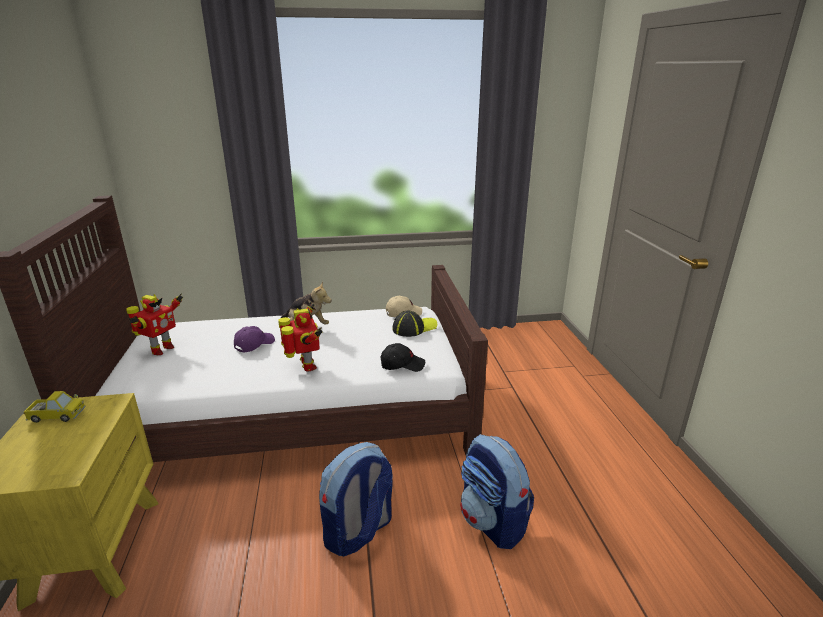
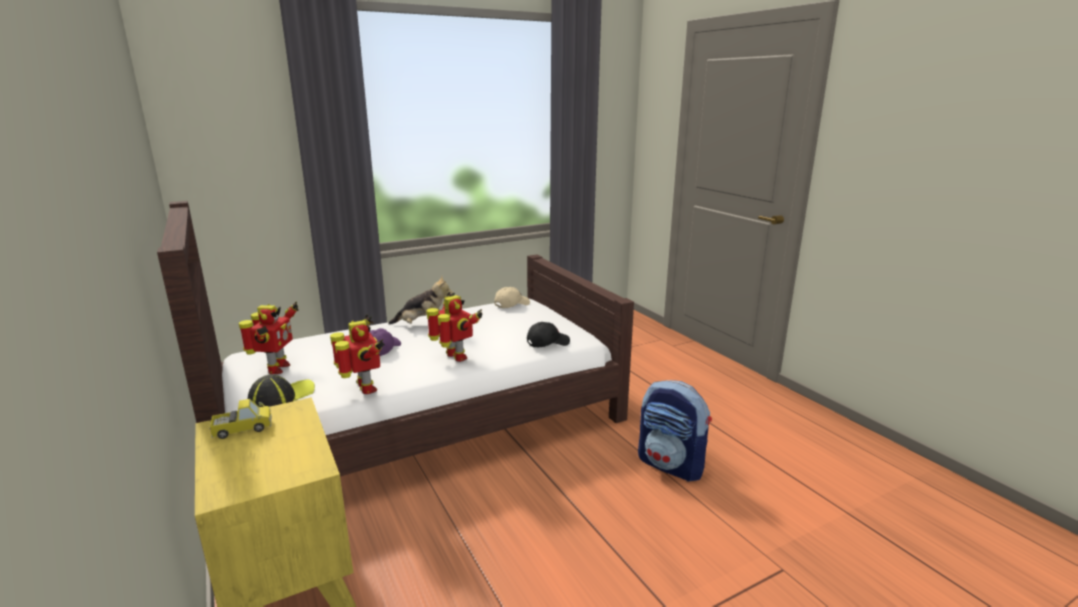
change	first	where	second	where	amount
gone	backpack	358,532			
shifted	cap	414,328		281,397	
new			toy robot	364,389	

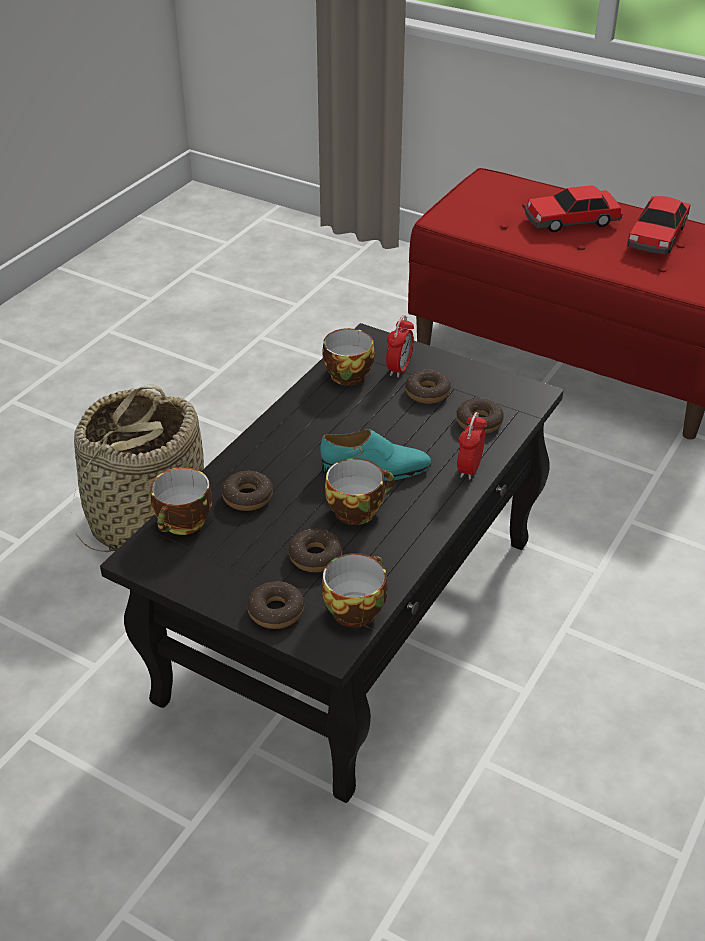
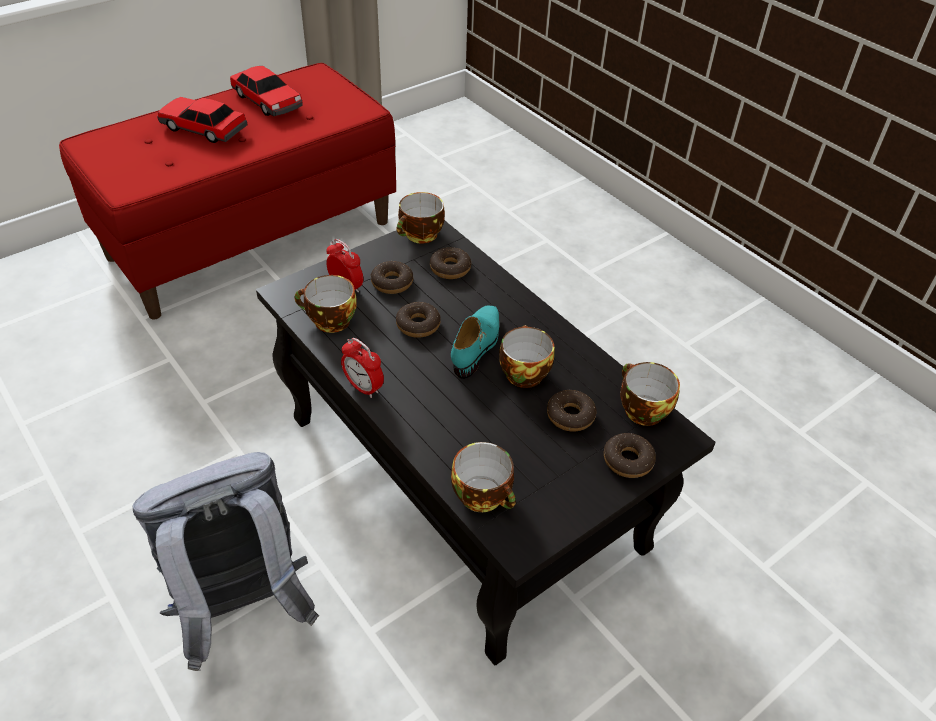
change	first	where	second	where	amount
swapped	basket	146,521	grey backpack	242,608	
shifted	donut	247,497		418,325	
shifted	alarm clock	469,469		363,387	
rotated	toy car	570,220		203,128	105 degrees clockwise
new			cup	420,236	

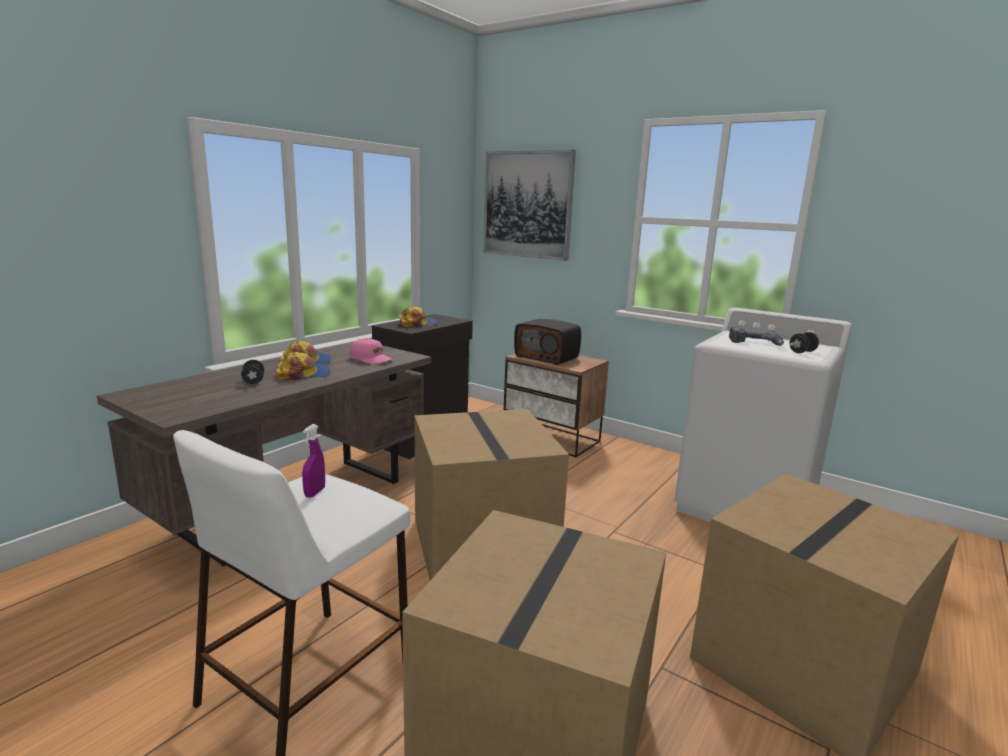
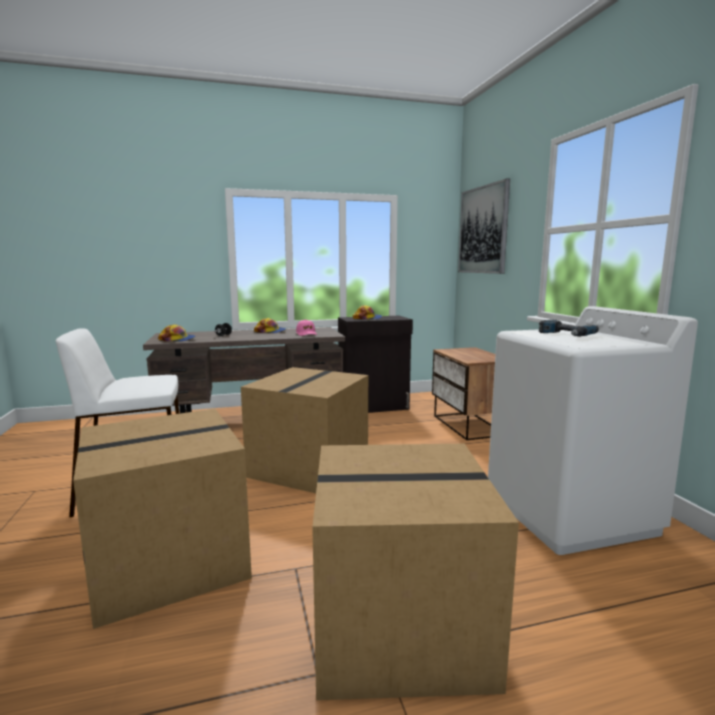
change	first	where	second	where	amount
shifted	cap	304,374		178,339	
gone	purple spray bottle	315,492			
gone	radio	547,357			
gone	black dumbbell	802,352			

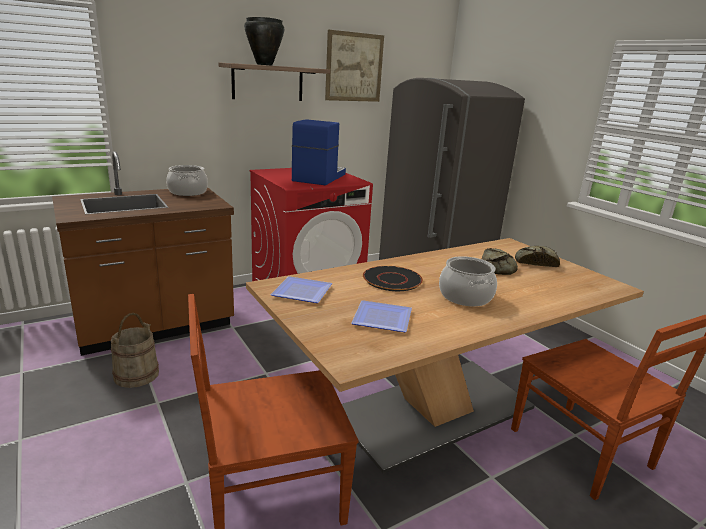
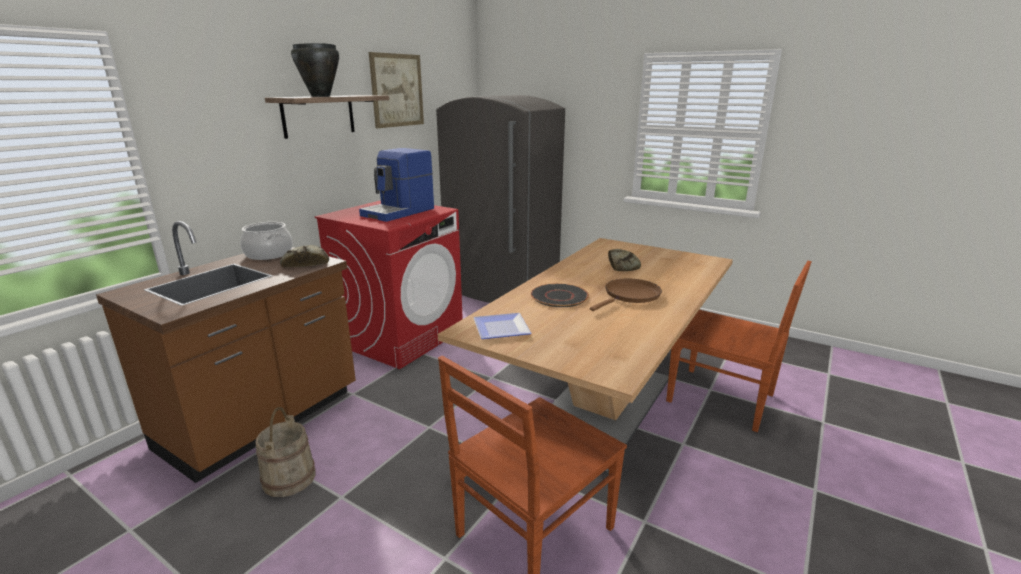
change	first	where	second	where	amount
rotated	coffee machine	318,177		399,212	135 degrees counterclockwise
gone	plate	384,318			
swapped	cooking pot	466,296	brown frying pan	630,295	
shifted	bread	535,262		305,263	

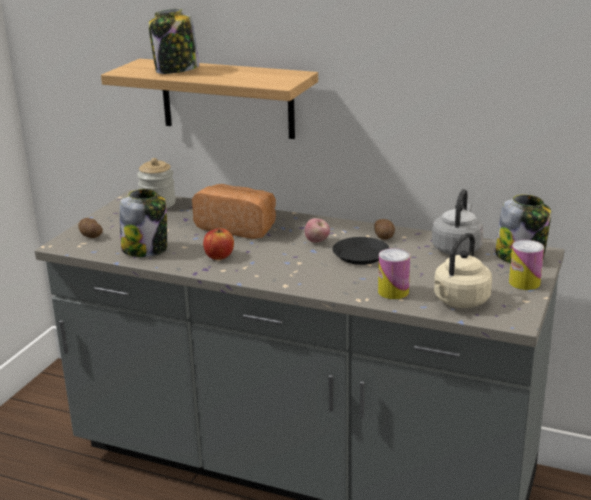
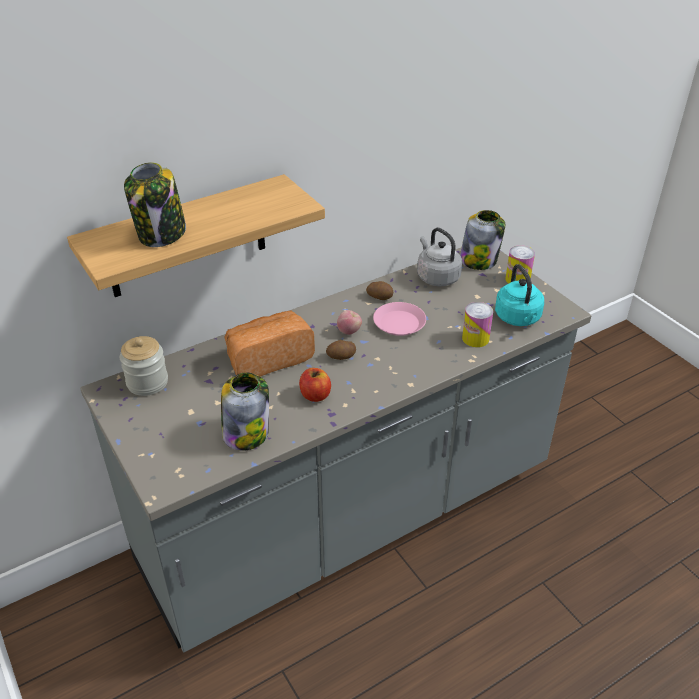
change	first	where	second	where	amount
shifted	potato	90,236		341,357	
repainted	black plate	361,255	pink plate	399,323	
repainted	beige kettle	459,301	turquoise kettle	518,318	

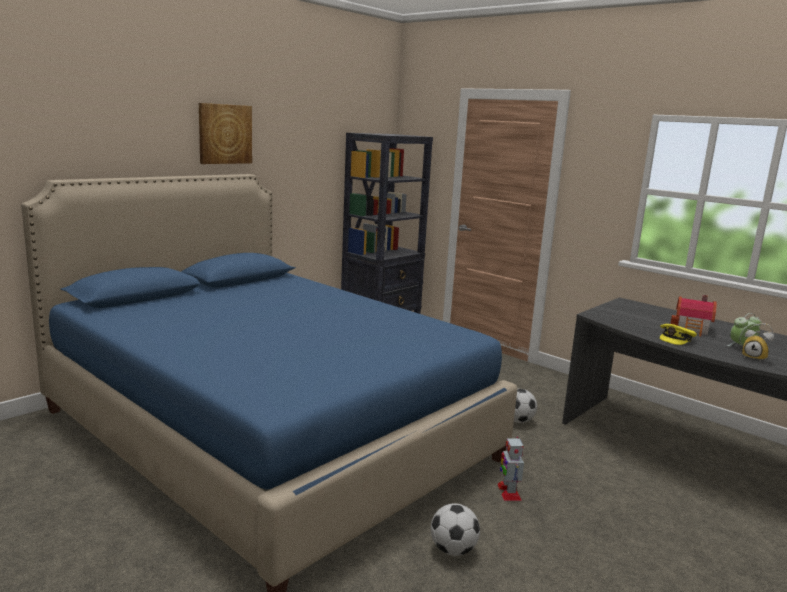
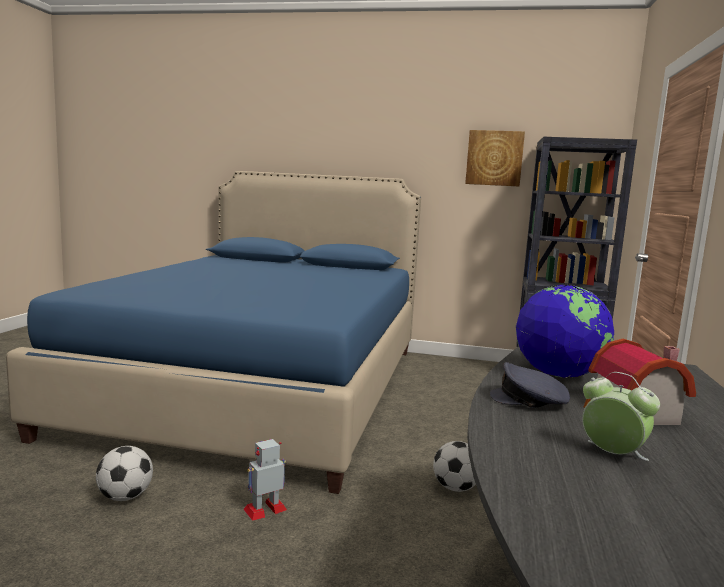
change	first	where	second	where	amount
shifted	picture	224,134		494,158	
repainted	yellow cap	676,339	grey cap	530,401	
gone	alarm clock	755,358			
new			globe	558,375	

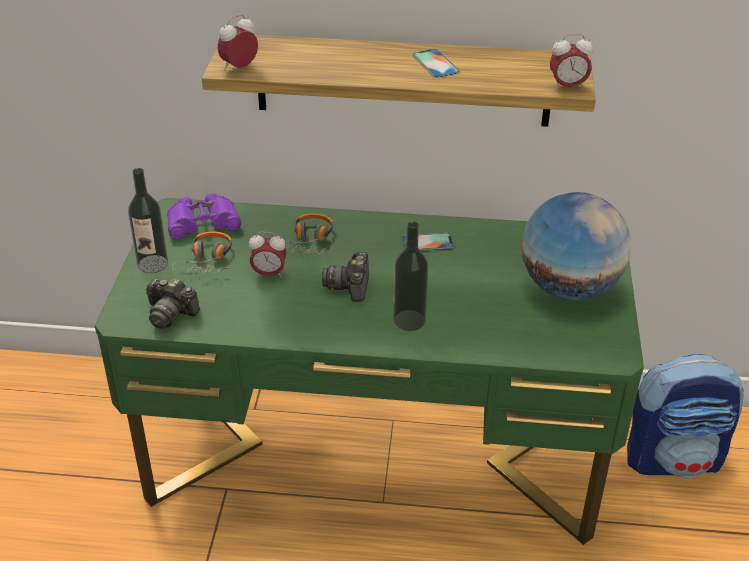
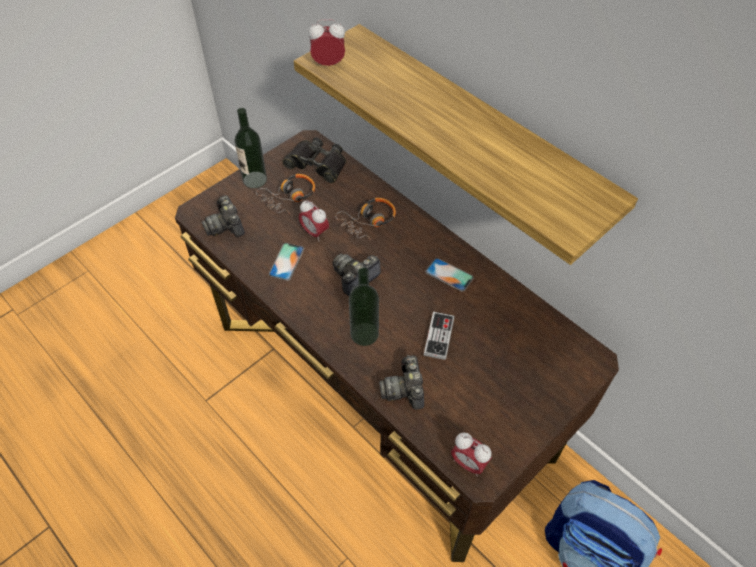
change	first	where	second	where	amount
repainted	green desk	373,454	brown desk	379,388	
repainted	purple binoculars	203,222	black binoculars	317,164	
shifted	phone	435,63		286,261	
gone	globe	568,287			
shifted	alarm clock	567,87		468,463	
new			photo camera	404,389	
new			game controller	439,336	

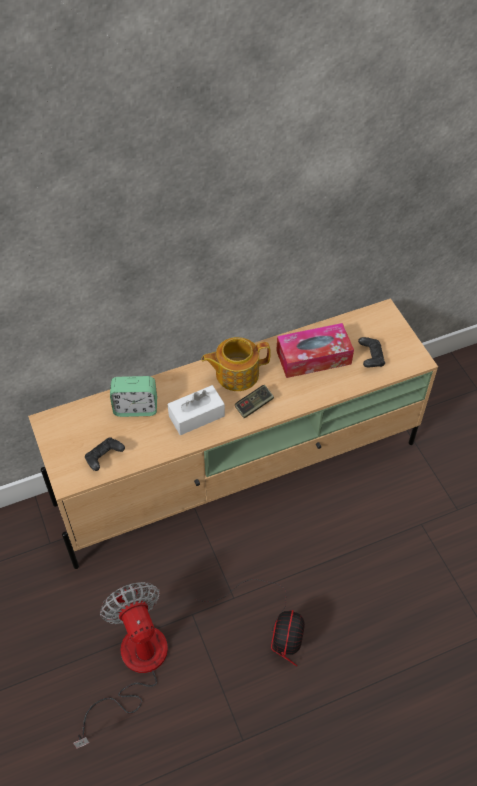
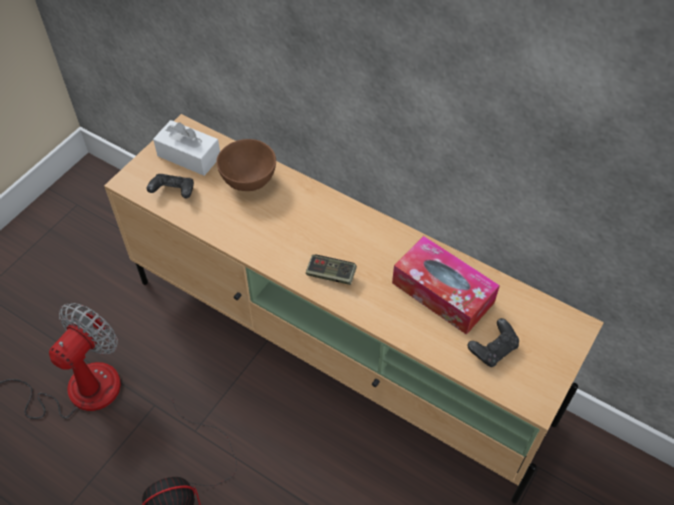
change	first	where	second	where	amount
swapped	alarm clock	135,408	brown bowl	249,182	
shifted	white tissue box	196,416		189,156	
gone	teapot	236,373			

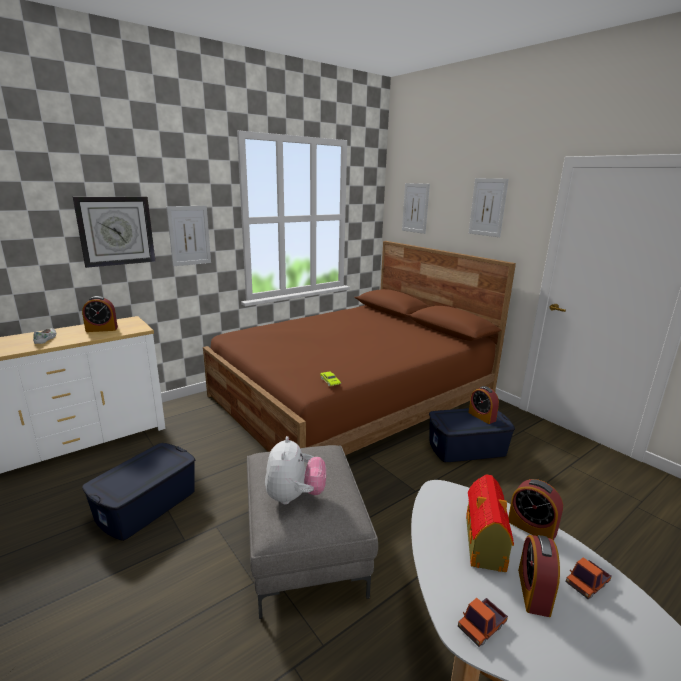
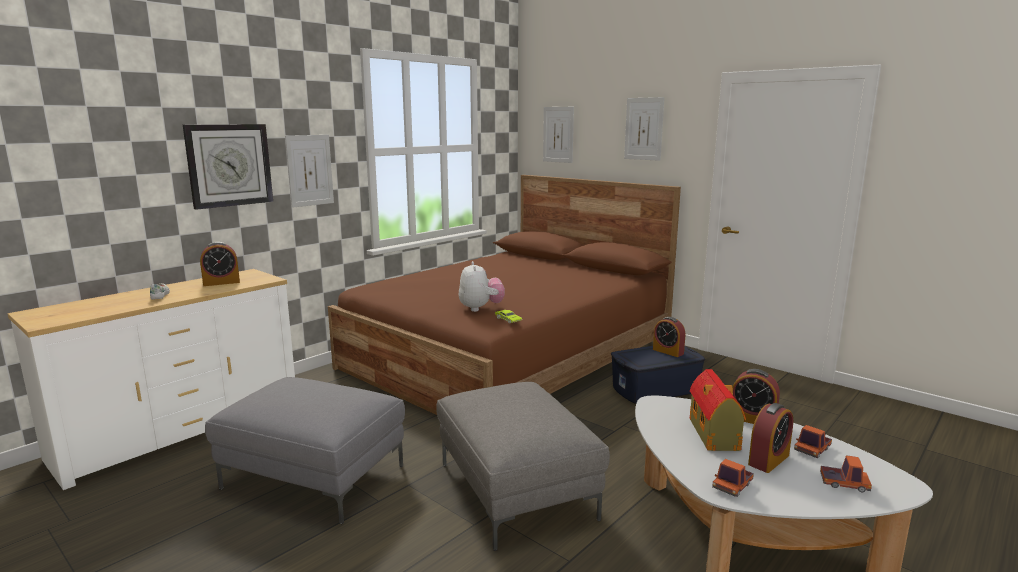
change	first	where	second	where	amount
swapped	blue storage box	147,505	grey ottoman	316,476	
shifted	plush toy	295,496		480,308	
rotated	alarm clock	533,591		768,460	135 degrees counterclockwise
new			toy truck	844,484	

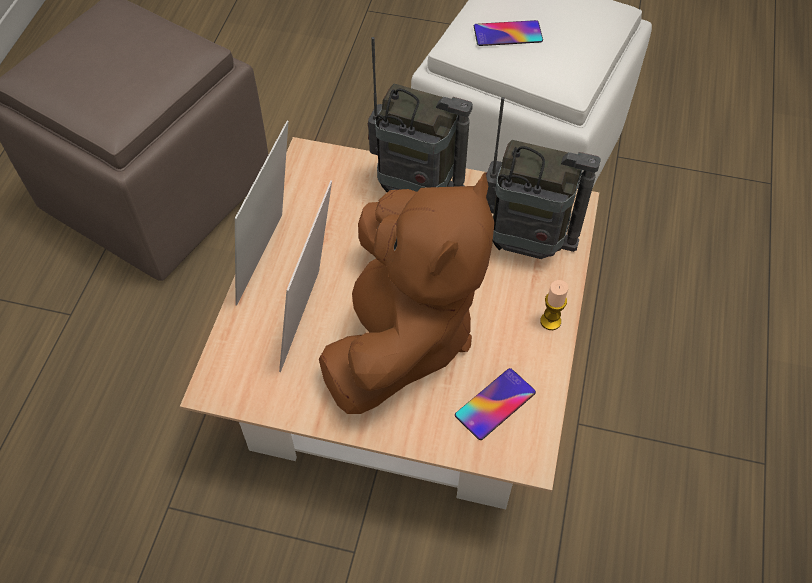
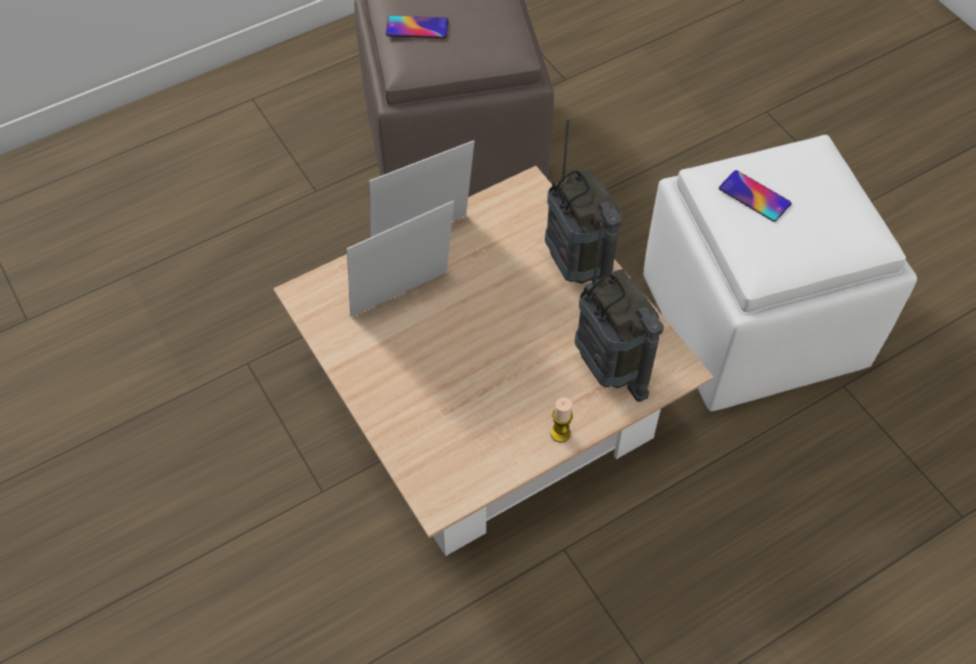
change	first	where	second	where	amount
gone	brown plush toy	401,335			
shifted	phone	495,404		417,27	

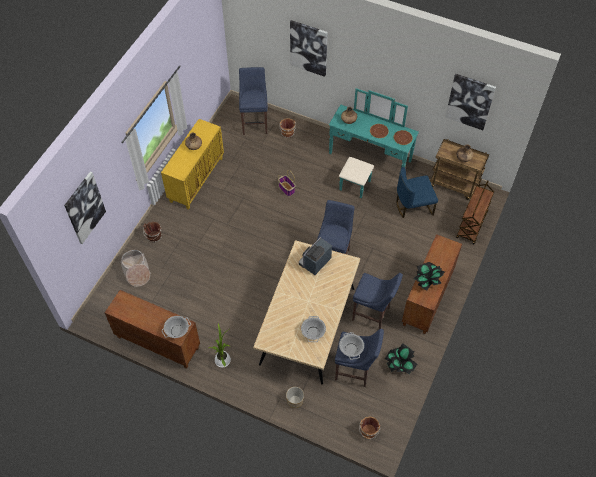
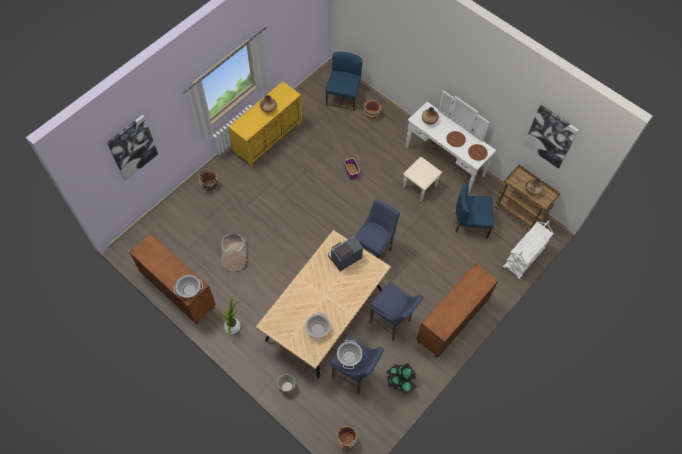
change	first	where	second	where	amount
shifted	basket	136,271		234,255	
swapped	blue stool	255,123	blue chair	343,96	
gone	picture	308,48			
repainted	turquoise dresser	367,164	white dresser	439,167	
gone	potted plant	427,280			
repainted	brown cart	472,225	white cart	523,259	

